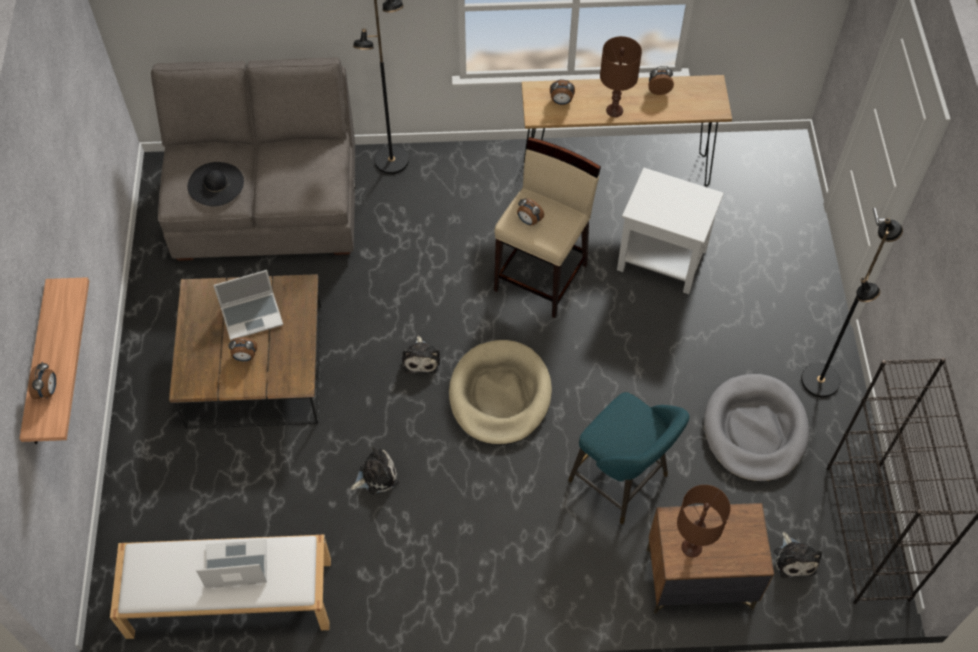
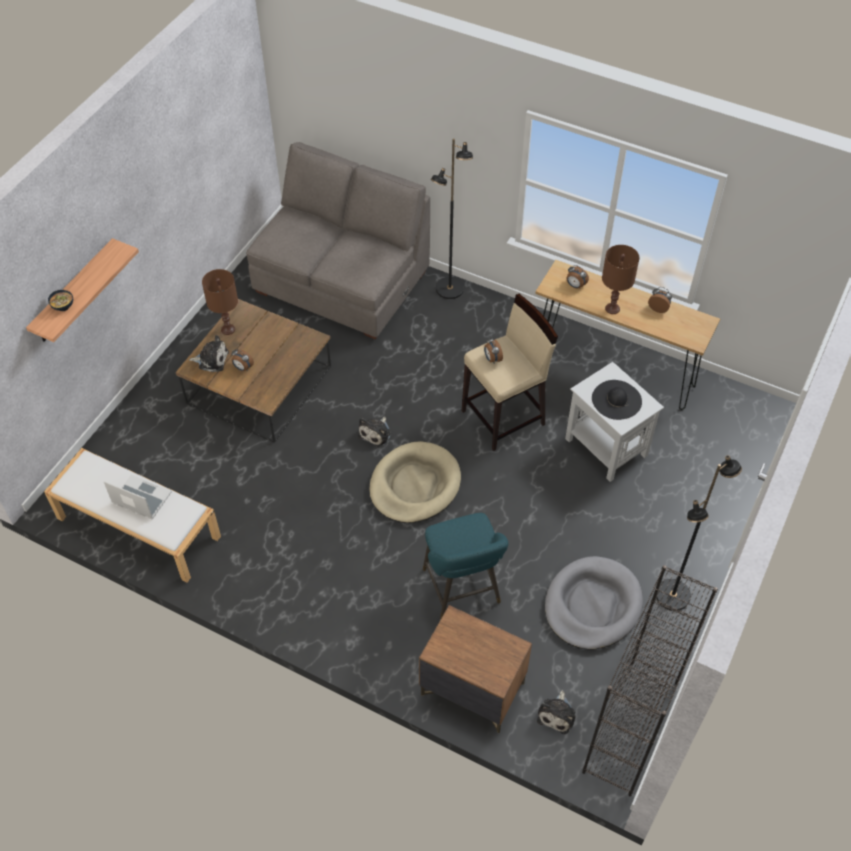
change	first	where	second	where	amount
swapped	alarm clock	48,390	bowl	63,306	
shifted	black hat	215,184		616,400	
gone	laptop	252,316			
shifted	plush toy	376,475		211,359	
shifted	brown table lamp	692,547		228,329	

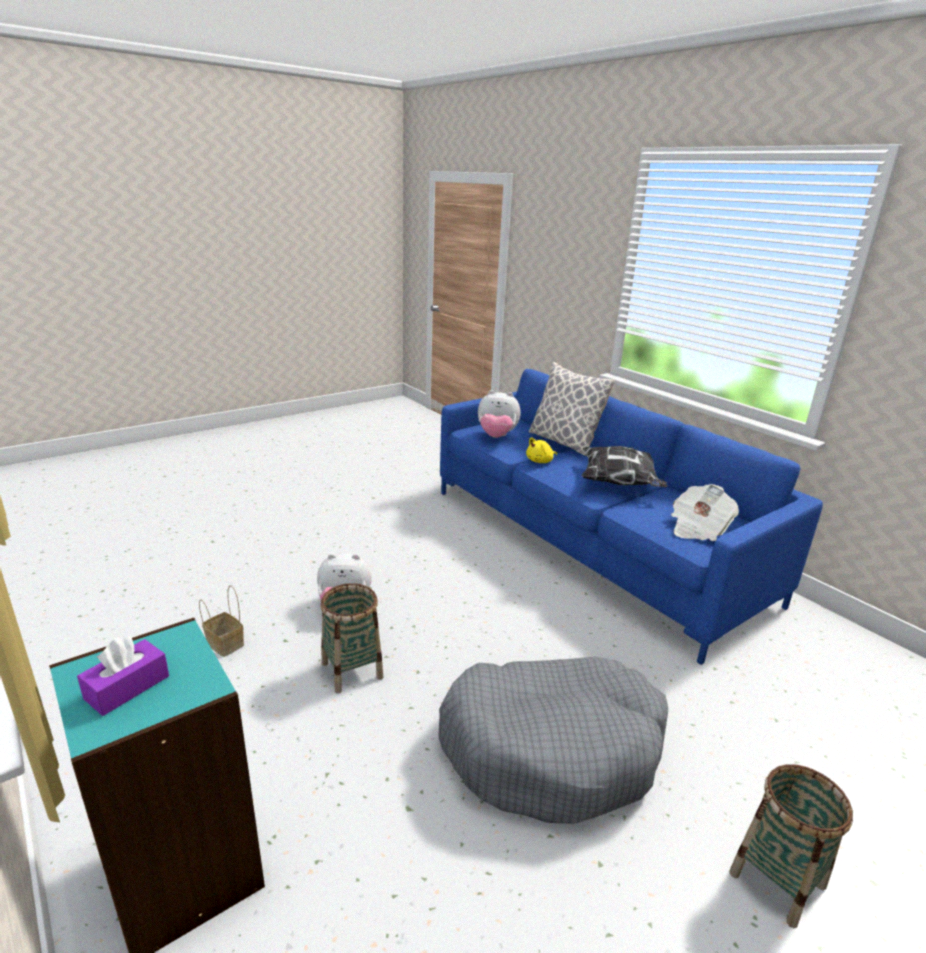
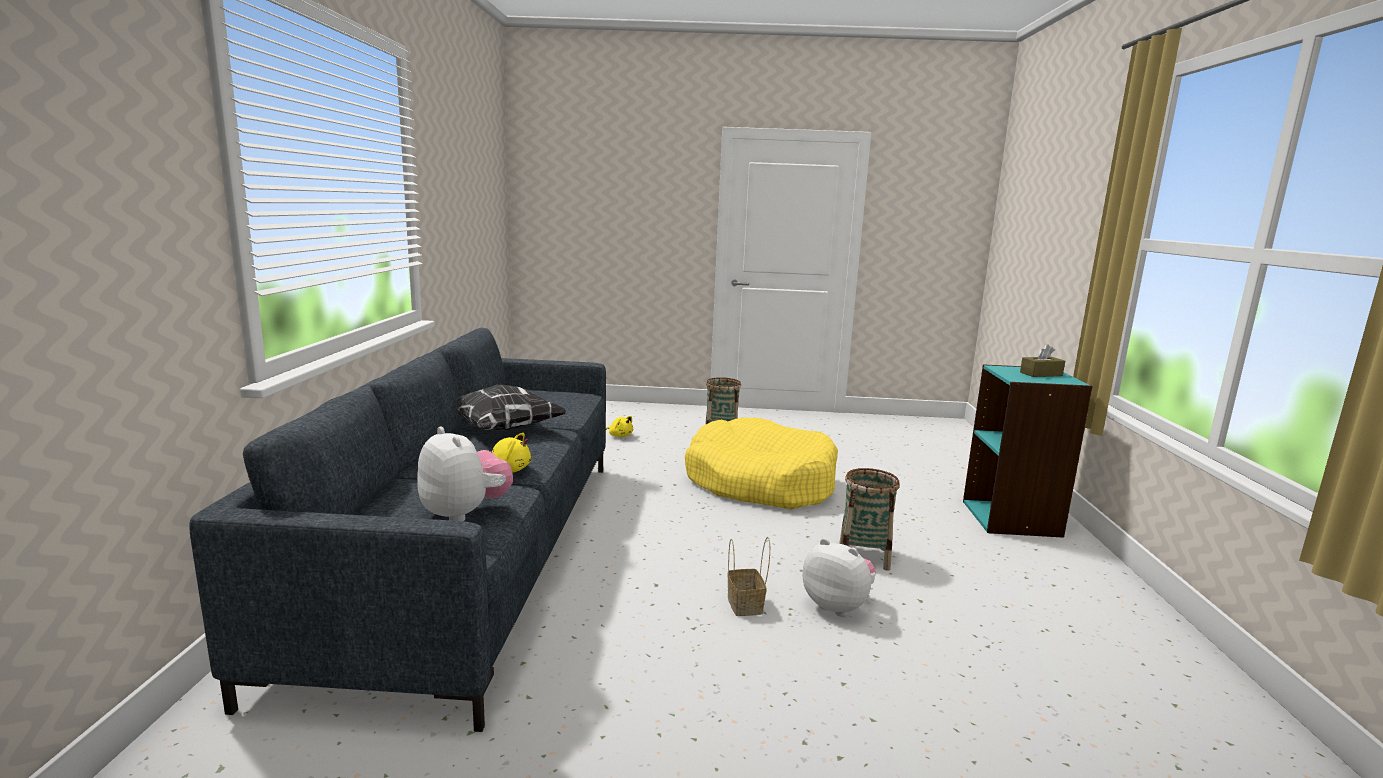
change	first	where	second	where	amount
repainted	purple tissue box	127,687	brown tissue box	1041,374	
shifted	basket	224,644		746,605	
repainted	grey dog bed	552,748	yellow dog bed	760,482	
repainted	blue sofa	590,543	grey sofa	476,553	
gone	pillow	564,442			
gone	newspaper	698,528			
new			yellow plush toy	620,435	

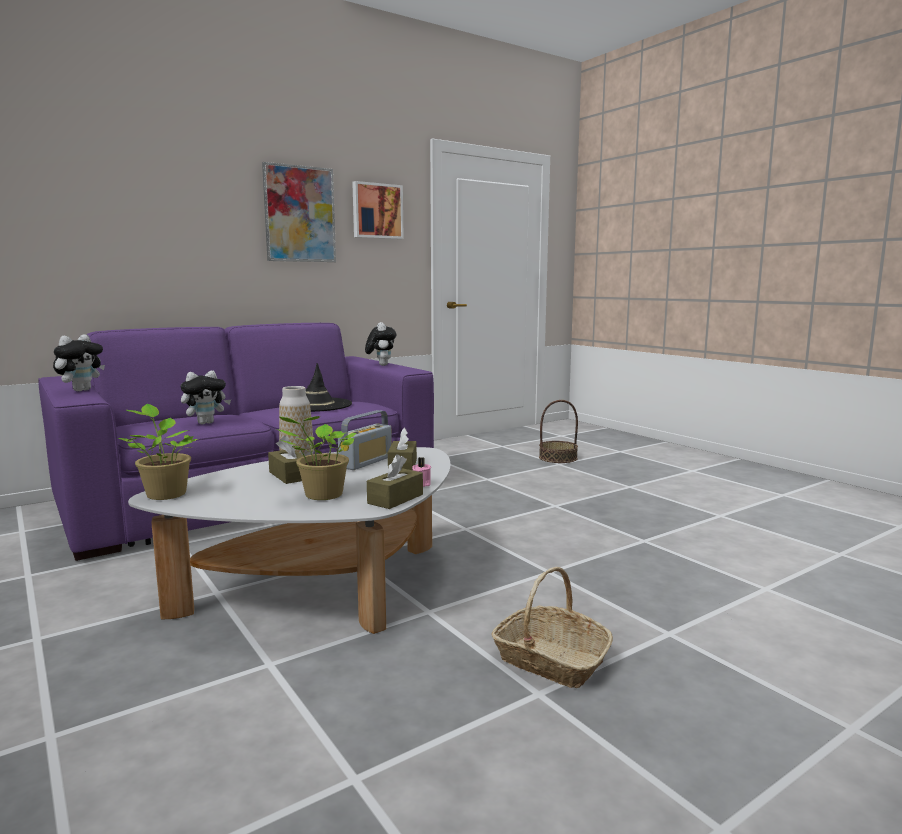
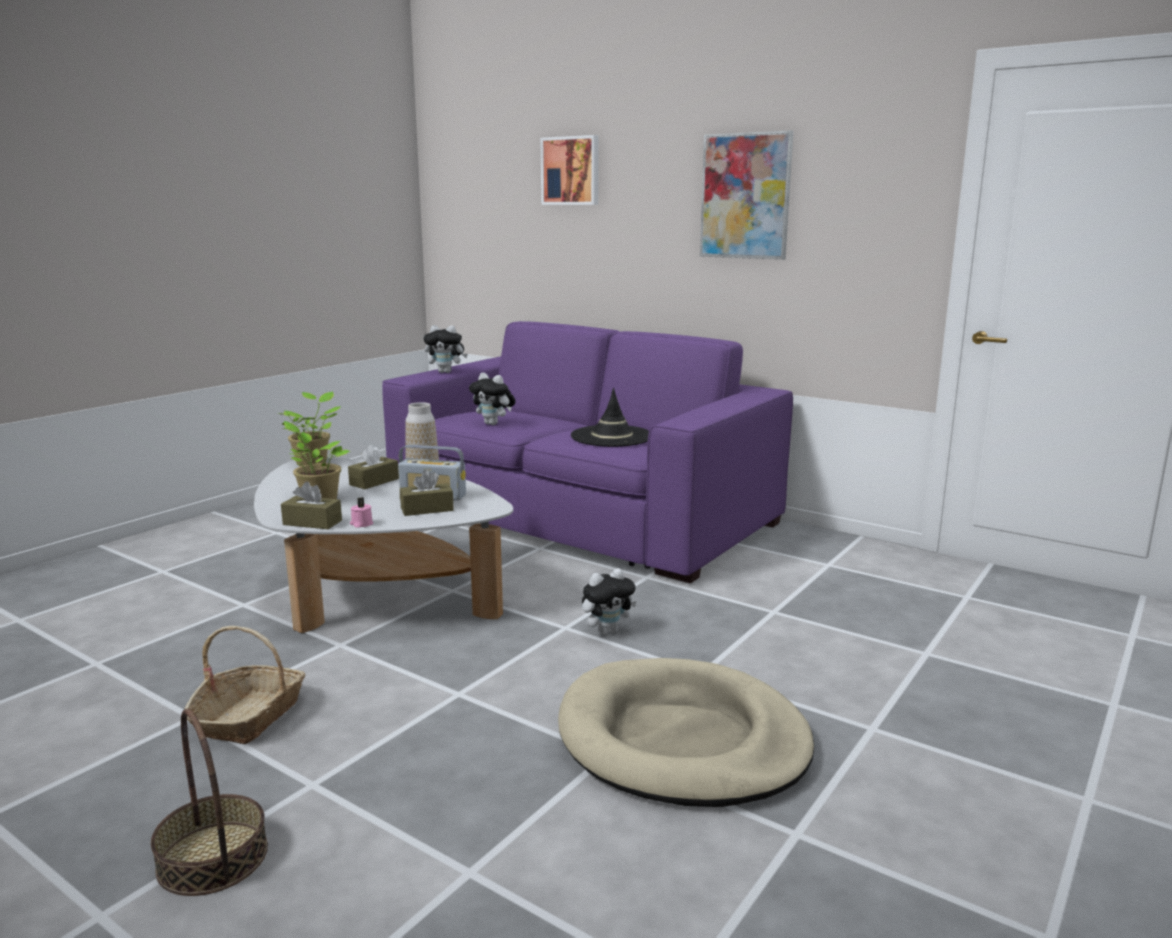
change	first	where	second	where	amount
shifted	picture	377,211		571,171	
shifted	plush toy	381,365		607,631	
shifted	basket	558,458		213,858	
new			beige dog bed	682,740	

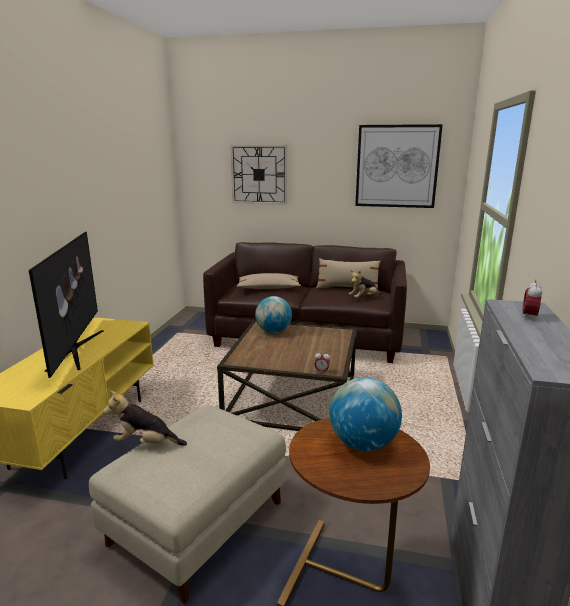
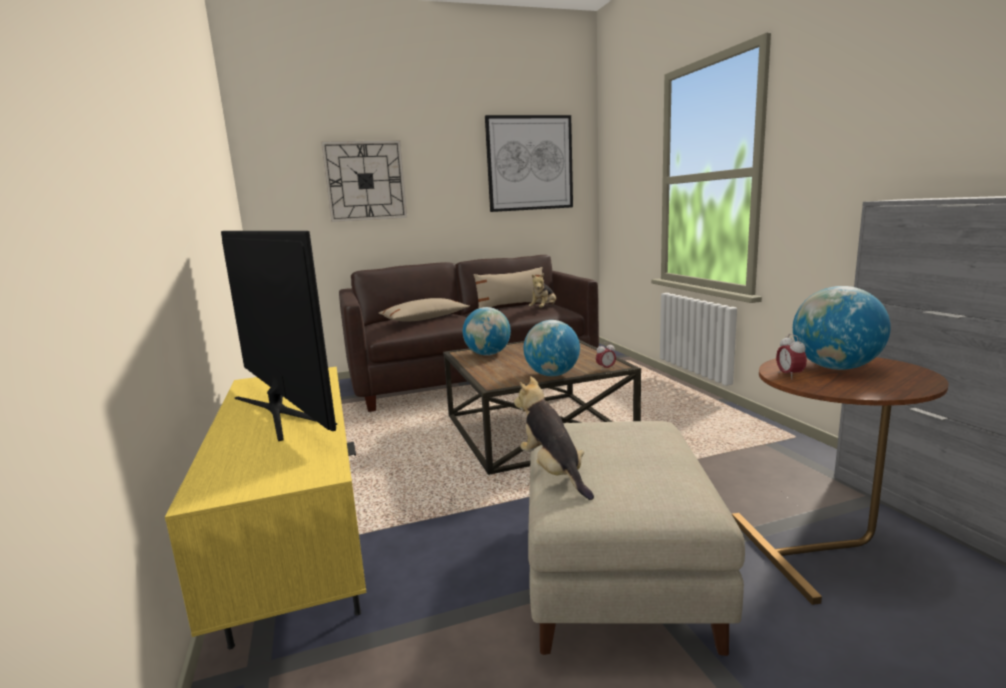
change	first	where	second	where	amount
rotated	plush toy	146,443		553,472	90 degrees clockwise
shifted	alarm clock	529,317		789,375	
new			globe	552,375	

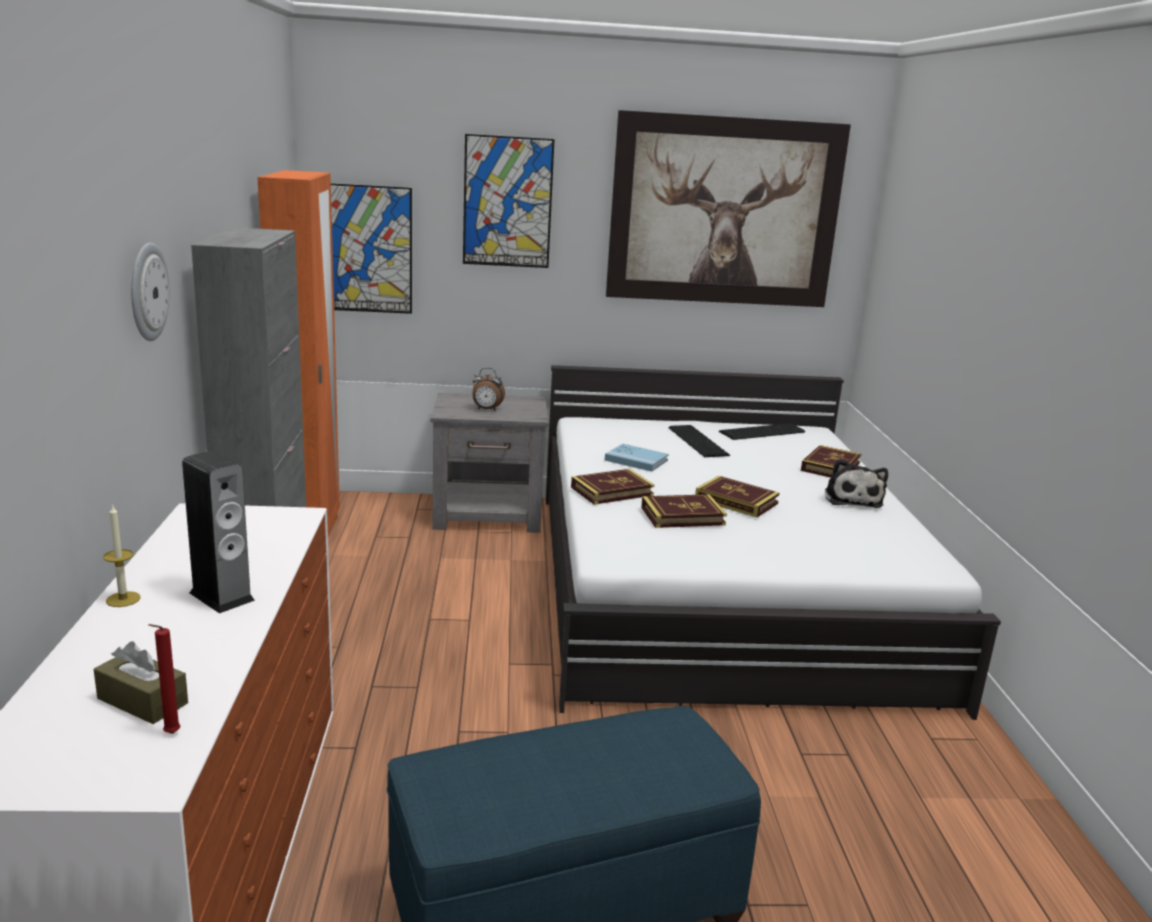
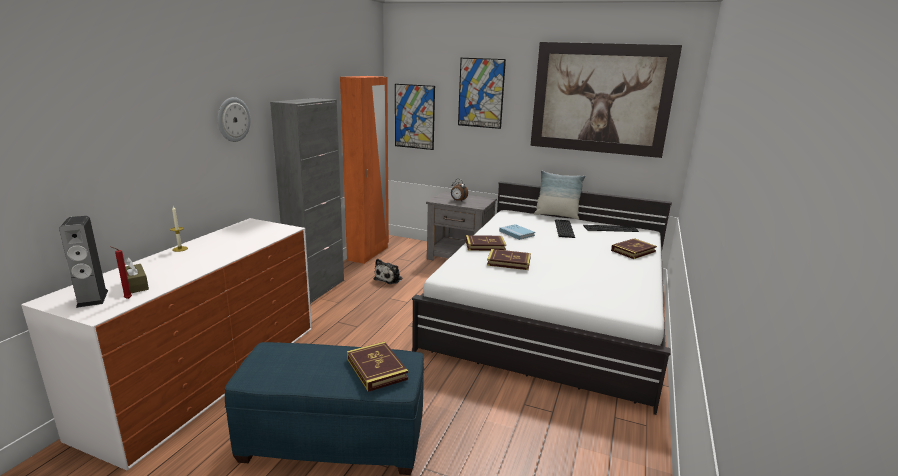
change	first	where	second	where	amount
shifted	speaker	221,596		92,298	
shifted	book	736,501		376,369	
shifted	plush toy	852,499		389,278	
new			pillow	556,215	

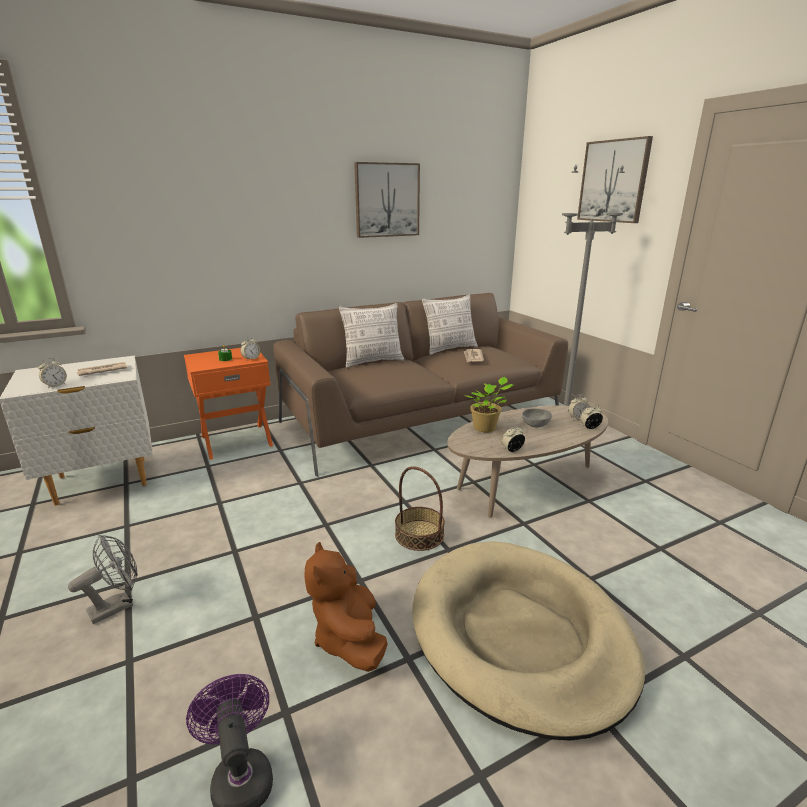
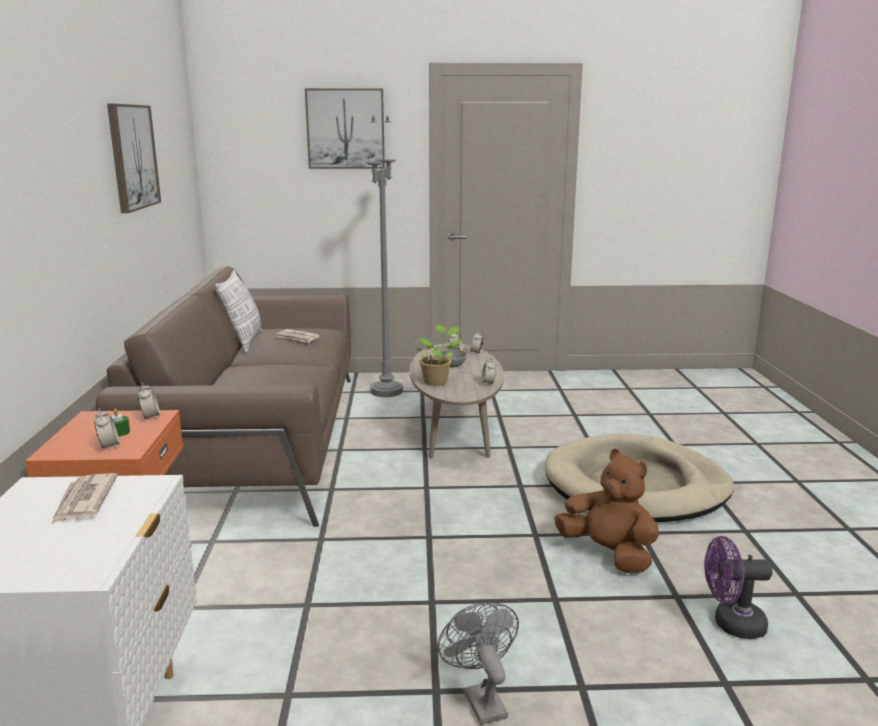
change	first	where	second	where	amount
shifted	alarm clock	55,385		109,446	
rotated	brown plush toy	349,638		608,554	150 degrees counterclockwise
gone	pillow	373,362			
gone	basket	419,535			

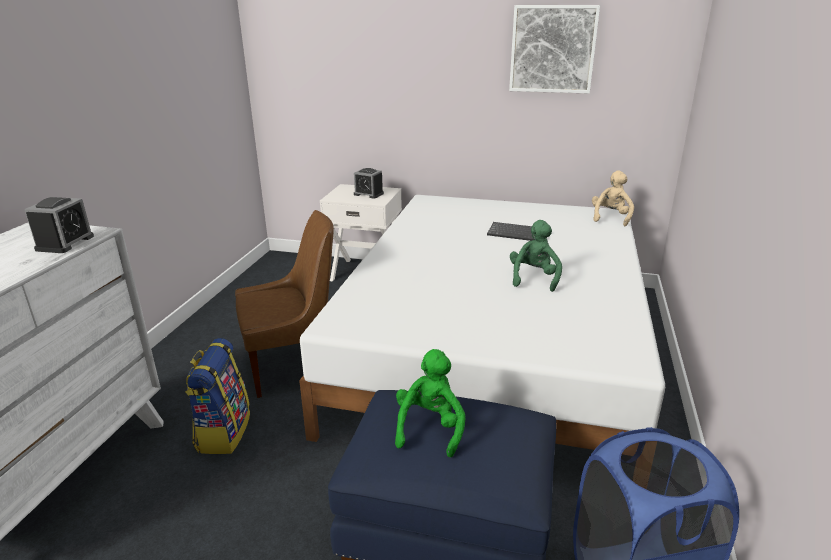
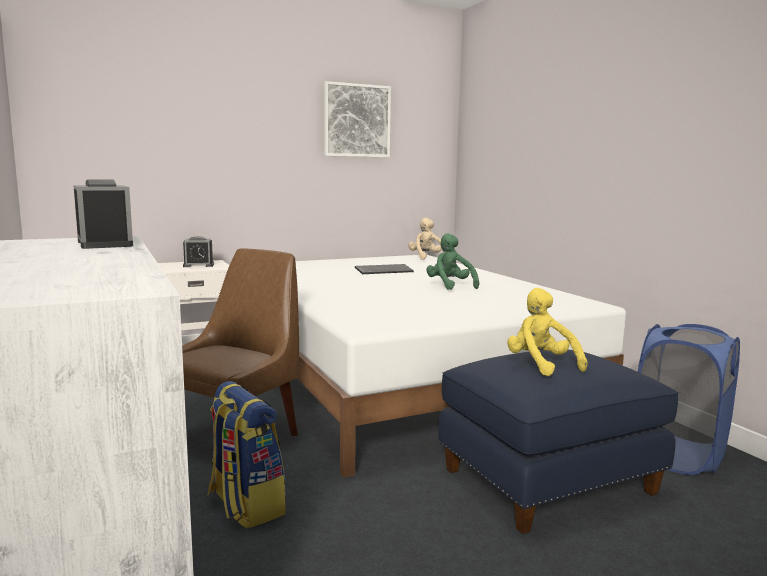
change	first	where	second	where	amount
repainted	green plush toy	430,428	yellow plush toy	541,365	

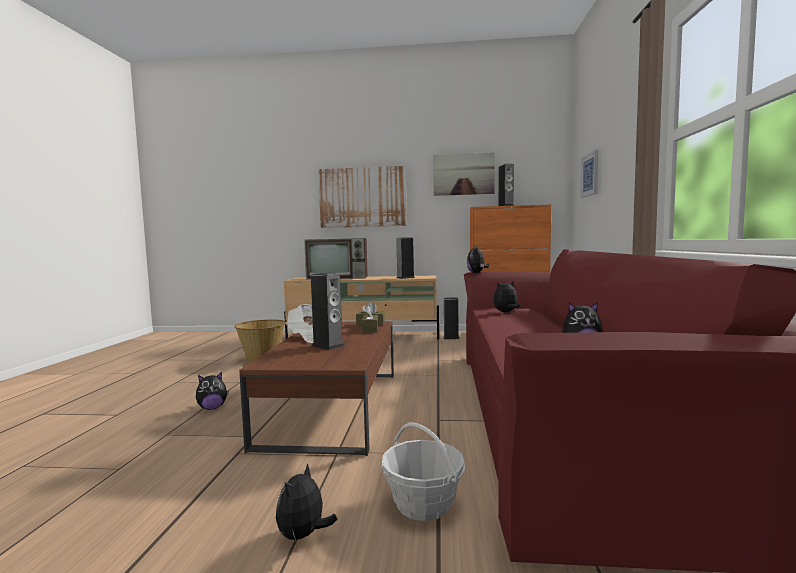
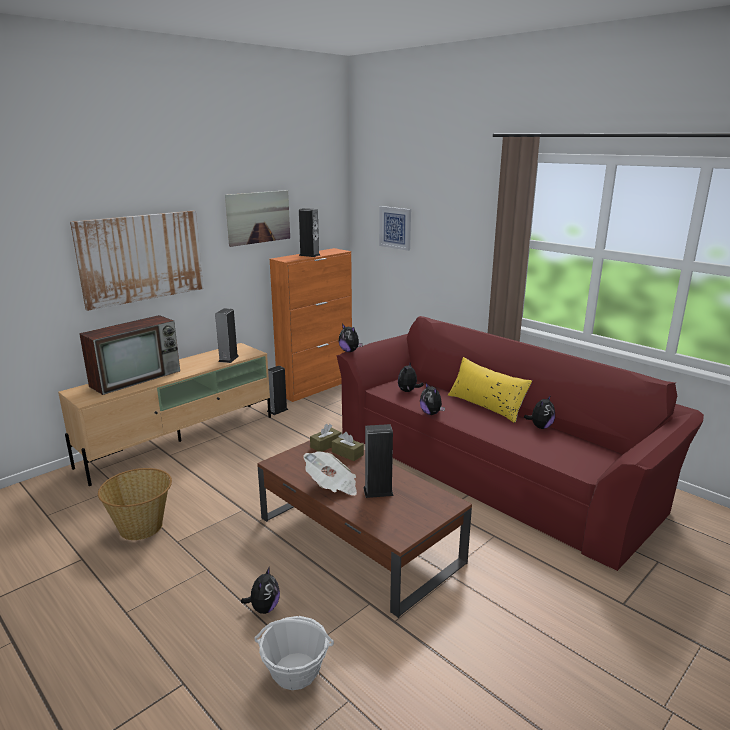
change	first	where	second	where	amount
shifted	plush toy	303,535		431,413	
shifted	basket	423,503		295,671	
new			yellow pillow	486,405	

